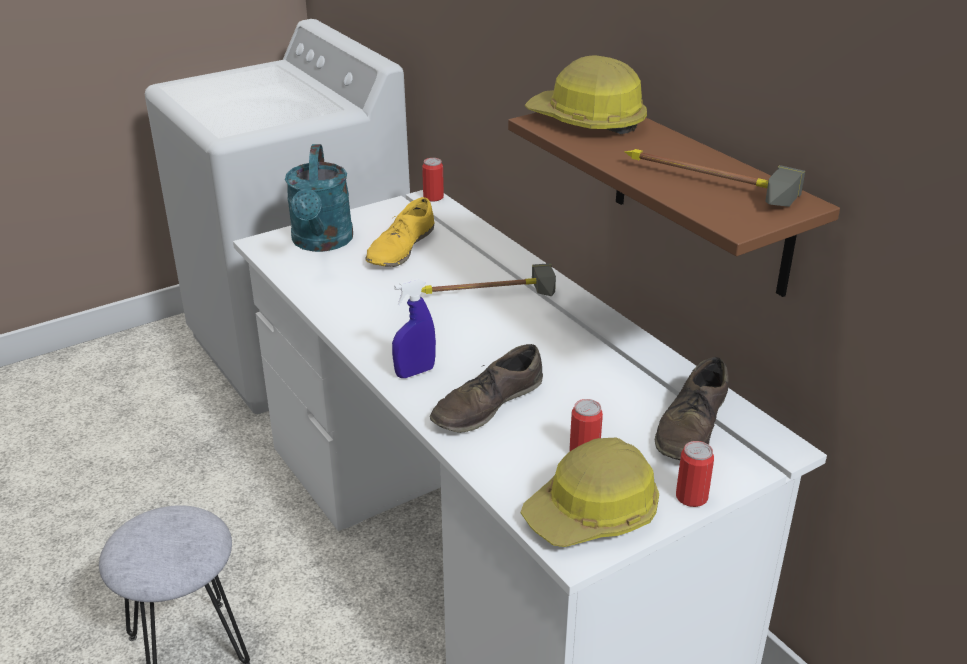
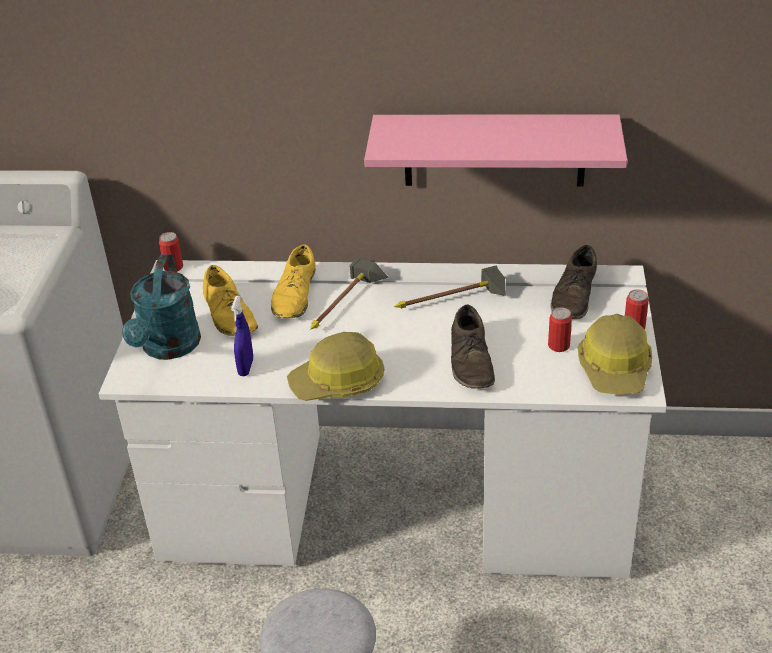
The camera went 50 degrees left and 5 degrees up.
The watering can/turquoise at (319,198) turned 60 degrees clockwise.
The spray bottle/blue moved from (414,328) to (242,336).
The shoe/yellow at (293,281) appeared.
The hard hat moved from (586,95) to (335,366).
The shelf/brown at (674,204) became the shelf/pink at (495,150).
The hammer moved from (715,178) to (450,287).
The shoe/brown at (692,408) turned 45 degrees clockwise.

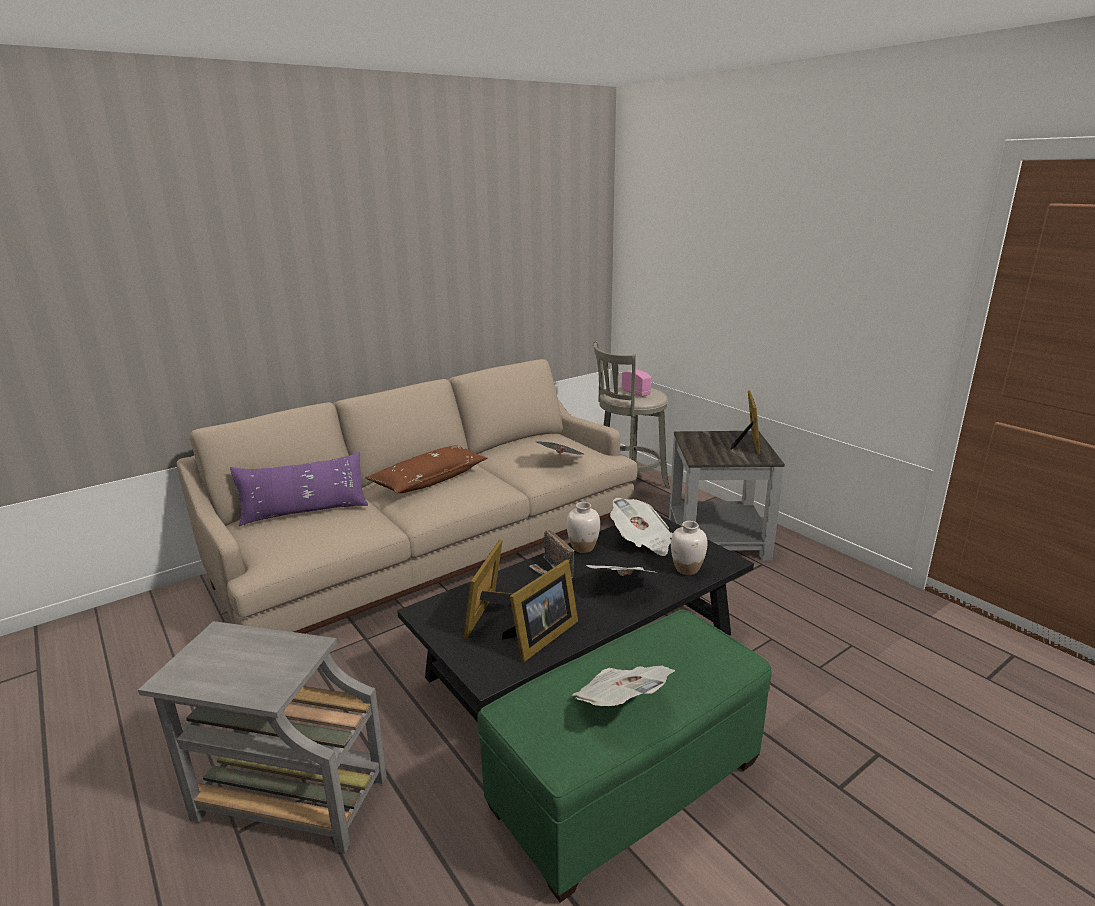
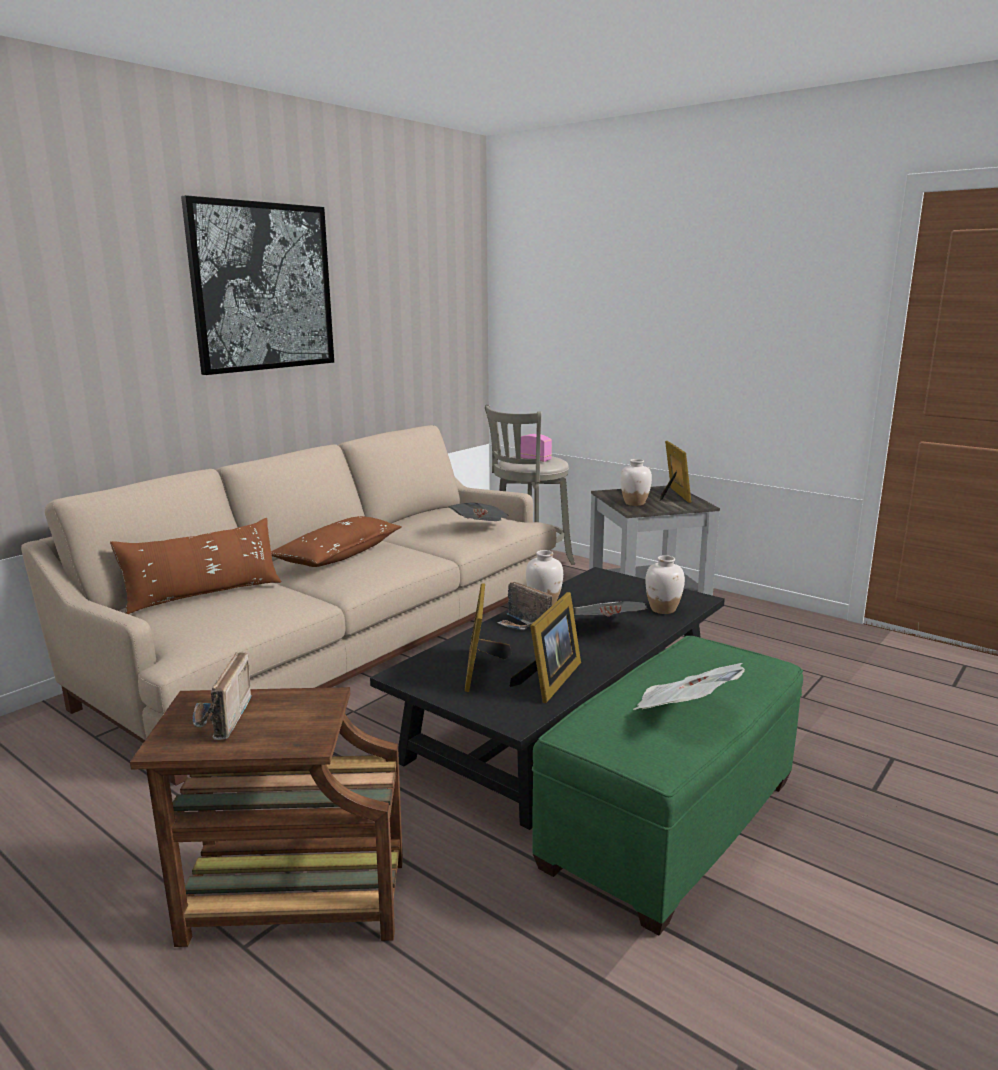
The camera went 15 degrees left and 5 degrees down.
The pillow/purple at (299,488) became the pillow/brown at (195,566).
The side table/grey at (262,737) became the side table/brown at (266,817).
The picture at (257,285) appeared.
The radio at (222,695) appeared.
The vase/white at (636,482) appeared.
The newspaper at (641,527) disappeared.

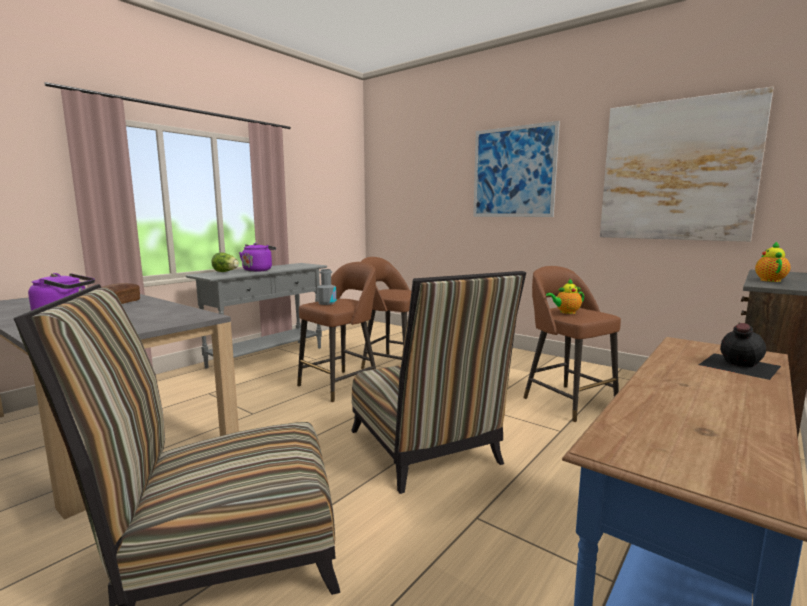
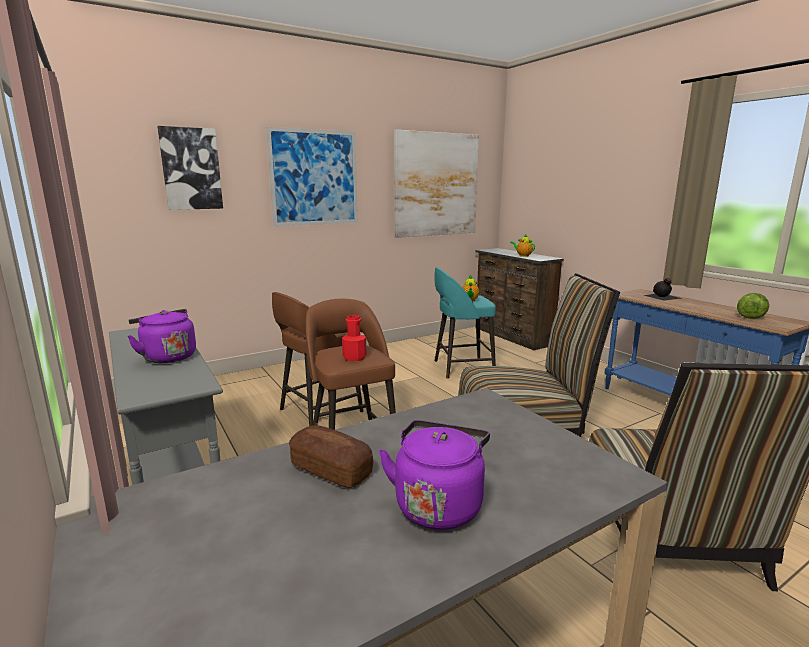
The camera went 70 degrees left and 5 degrees up.
The picture at (190,168) appeared.
The bottle/grey at (326,287) became the bottle/red at (354,338).
The stool/brown at (572,344) became the stool/turquoise at (465,323).
The lettuce moved from (225,262) to (753,306).

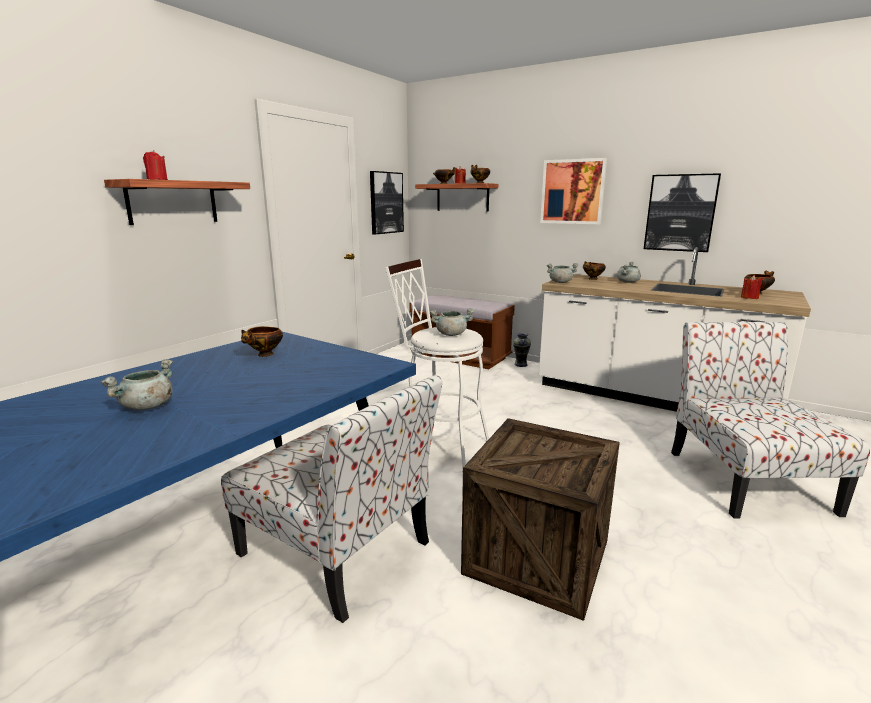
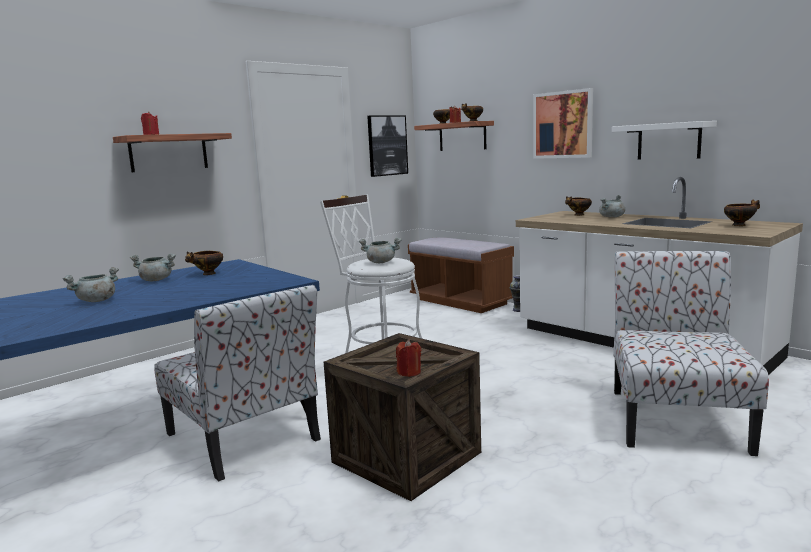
The camera went 15 degrees right and 5 degrees down.
The cooking pot/grey moved from (563,273) to (153,267).
The candle/red moved from (752,287) to (408,358).
The picture at (682,212) was replaced by the shelf/white at (664,140).

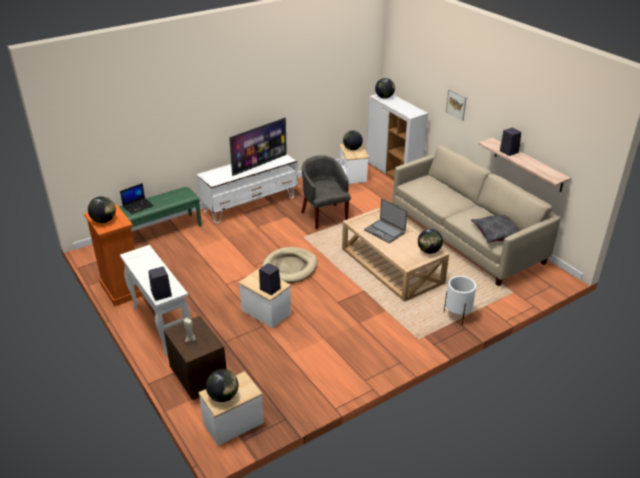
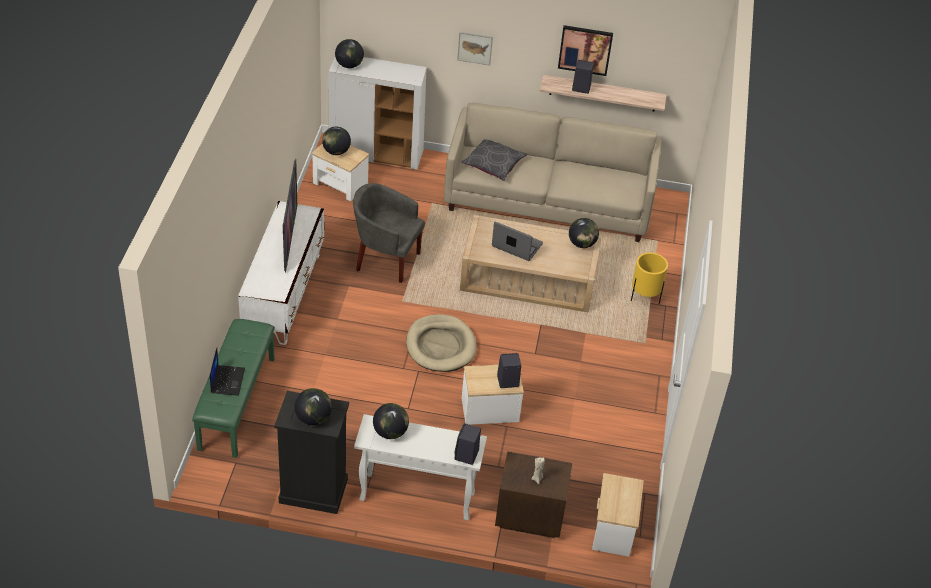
The camera went 50 degrees left and 10 degrees up.
The dresser/orange at (114,255) became the dresser/black at (311,452).
The globe moved from (222,385) to (391,421).
The pillow/grey moved from (495,229) to (494,160).
The laptop at (385,221) turned 150 degrees counterclockwise.
The picture at (585,50) appeared.
The planter/white at (460,300) became the planter/yellow at (649,278).

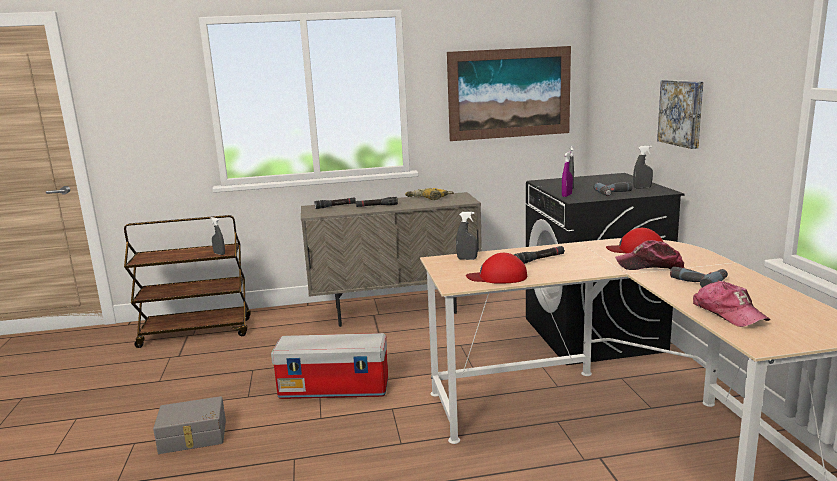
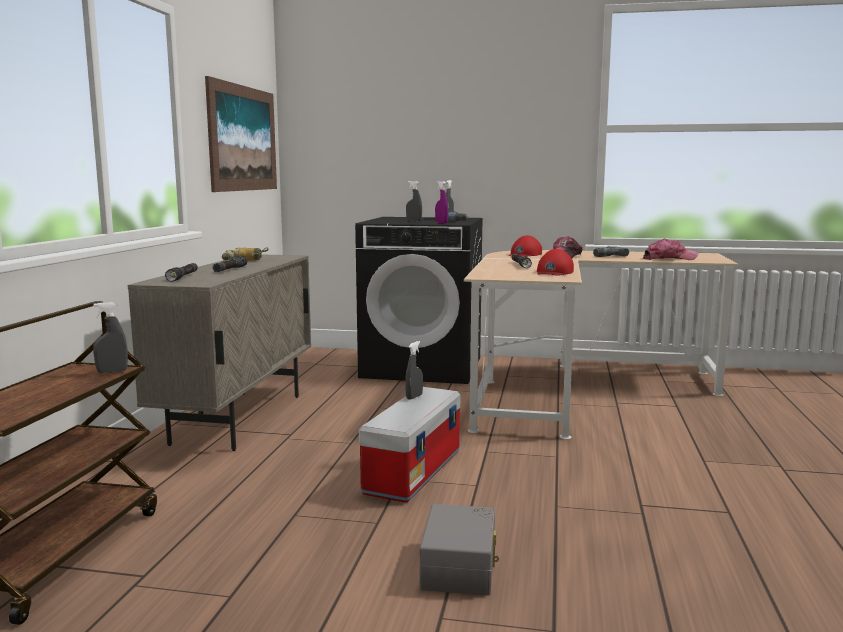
The camera went 70 degrees left and 5 degrees down.
The spray bottle/grey moved from (467,236) to (414,370).
The picture at (680,114) disappeared.

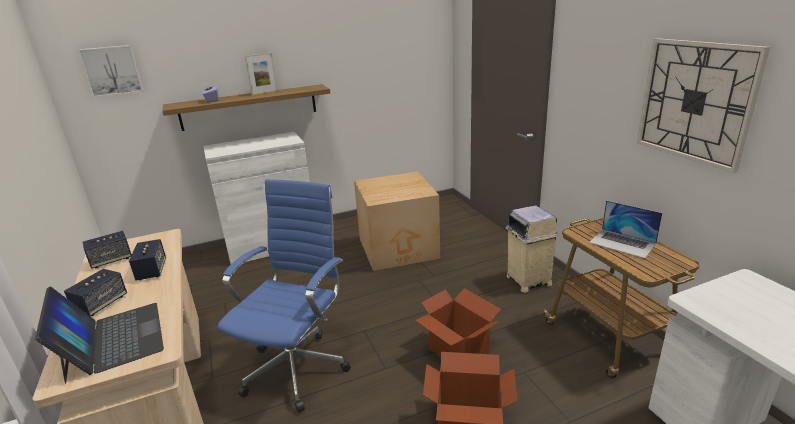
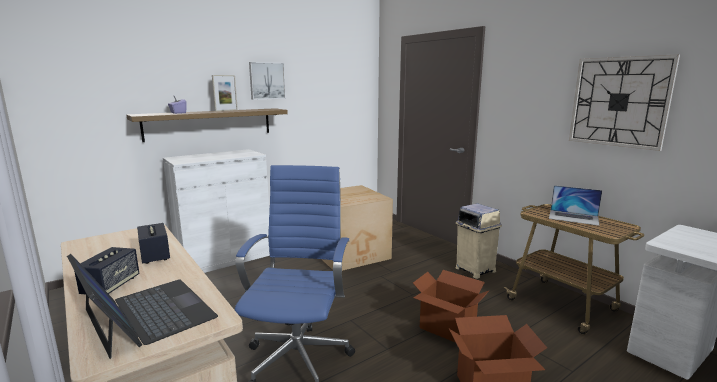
The camera went 15 degrees left and 10 degrees down.
The picture moved from (110,71) to (267,80).
The speaker at (107,250) disappeared.

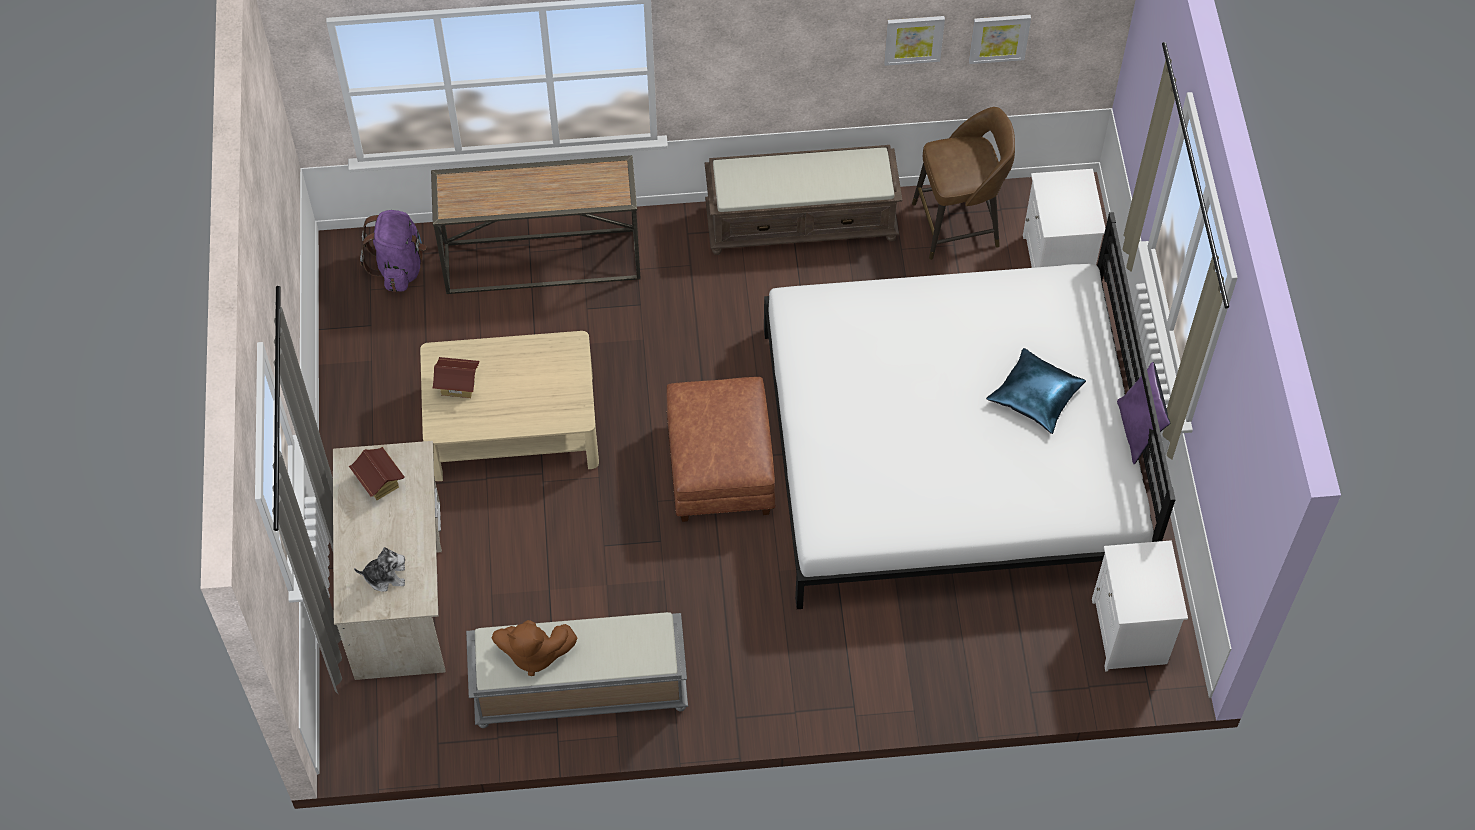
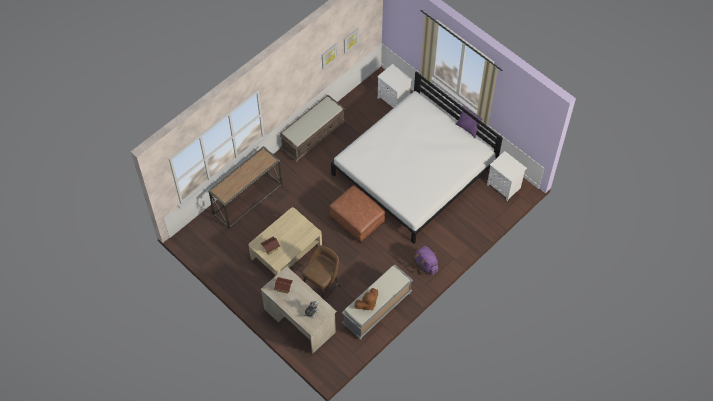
The camera went 40 degrees left and 0 degrees up.
The stool/brown moved from (963,183) to (321,272).
The backpack/purple moved from (393,251) to (425,260).
The pillow/blue at (1036,391) disappeared.

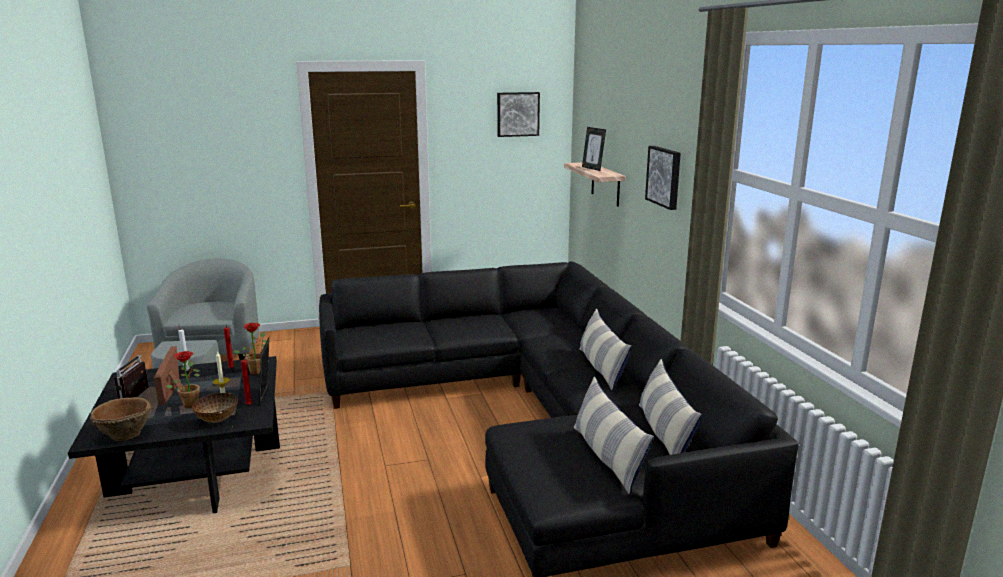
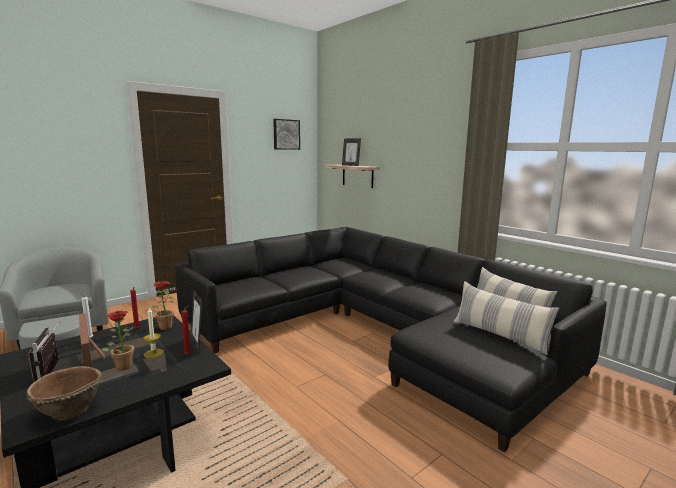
The camera went 25 degrees left and 5 degrees down.
The bowl at (215,408) disappeared.
The pillow at (606,349) disappeared.
The picture at (663,178) disappeared.

